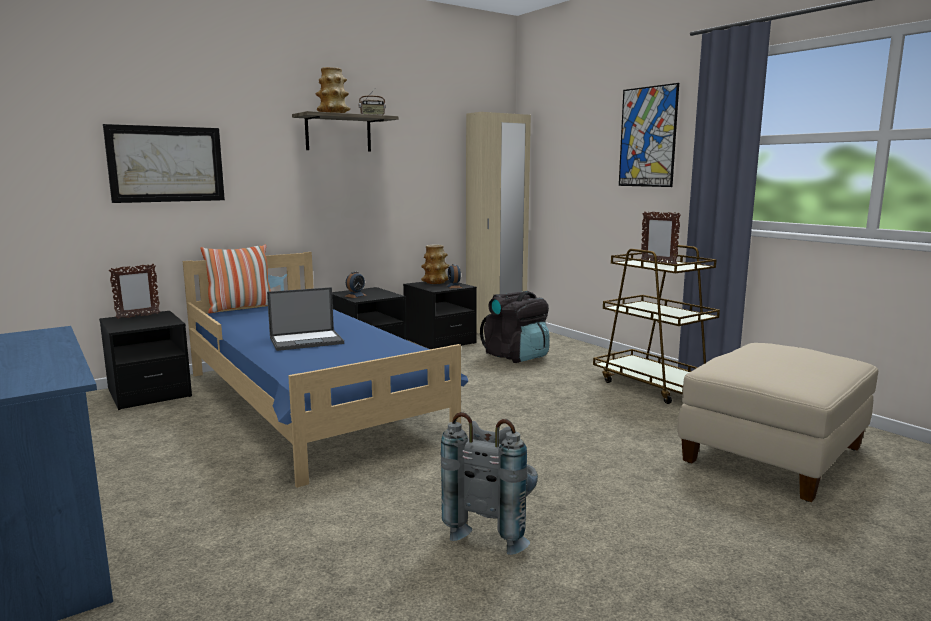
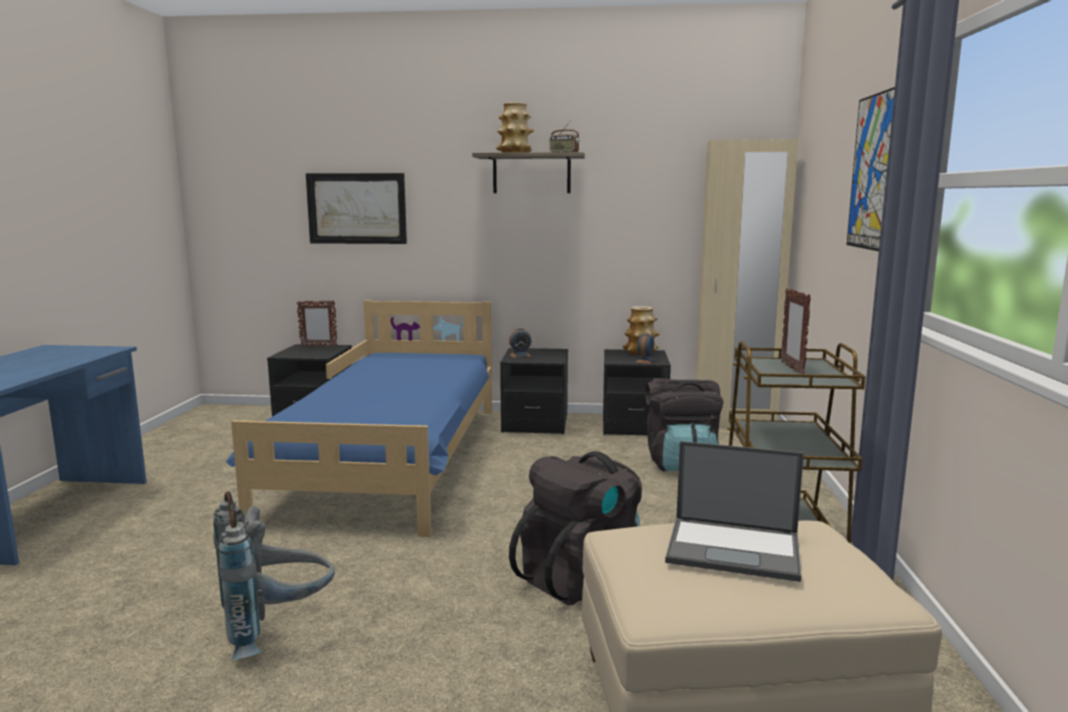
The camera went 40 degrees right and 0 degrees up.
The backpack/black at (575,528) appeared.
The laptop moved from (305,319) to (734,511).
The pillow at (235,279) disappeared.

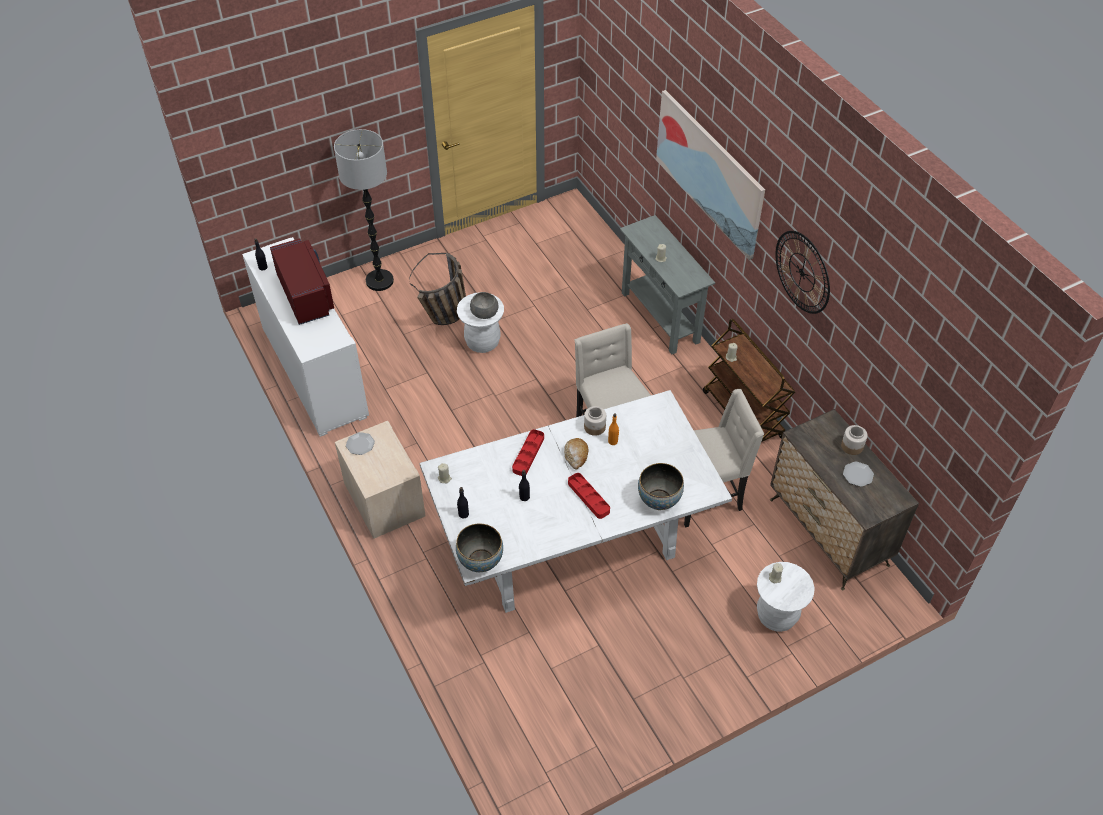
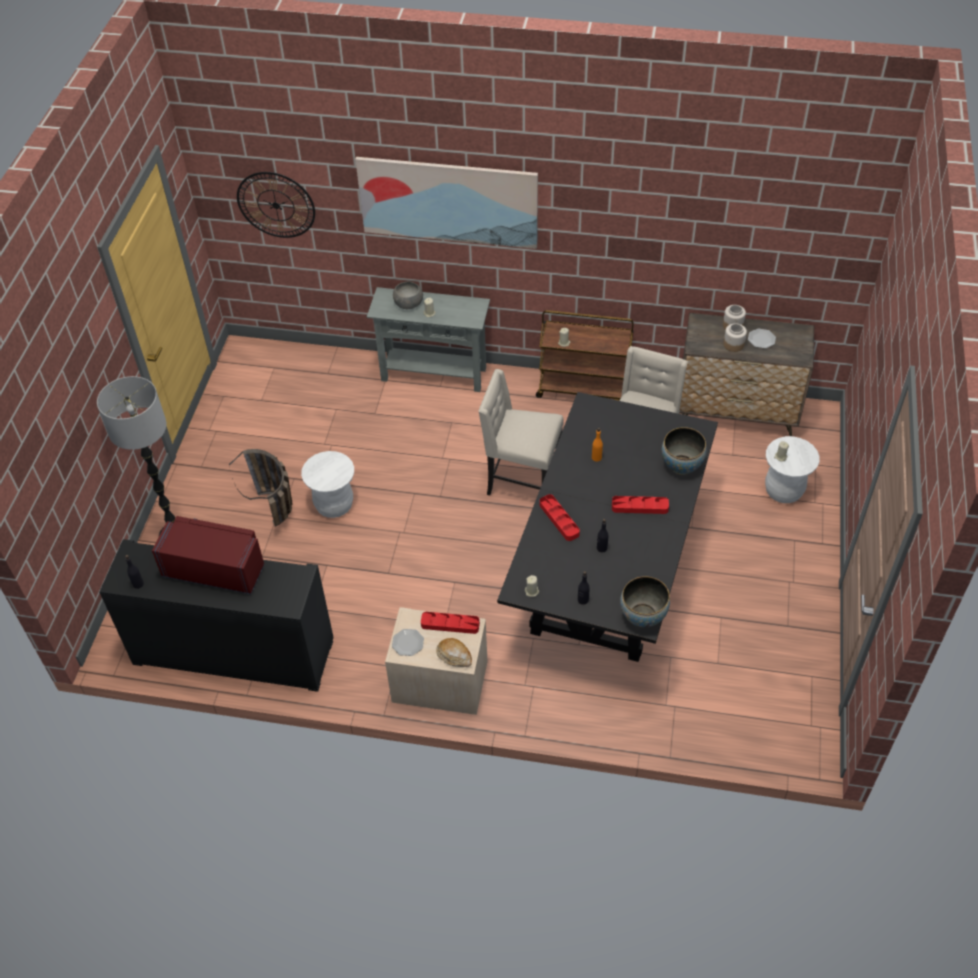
The camera went 50 degrees left and 0 degrees up.
The cabinet/white at (305,337) became the cabinet/black at (216,615).
The wall clock moved from (803,272) to (276,205).
The bowl/grey moved from (484,305) to (408,295).
The tray/red at (450,623) appeared.
The bread moved from (576,454) to (454,652).
The dining table/white at (575,501) became the dining table/black at (607,527).
The jar moved from (595,421) to (735,337).

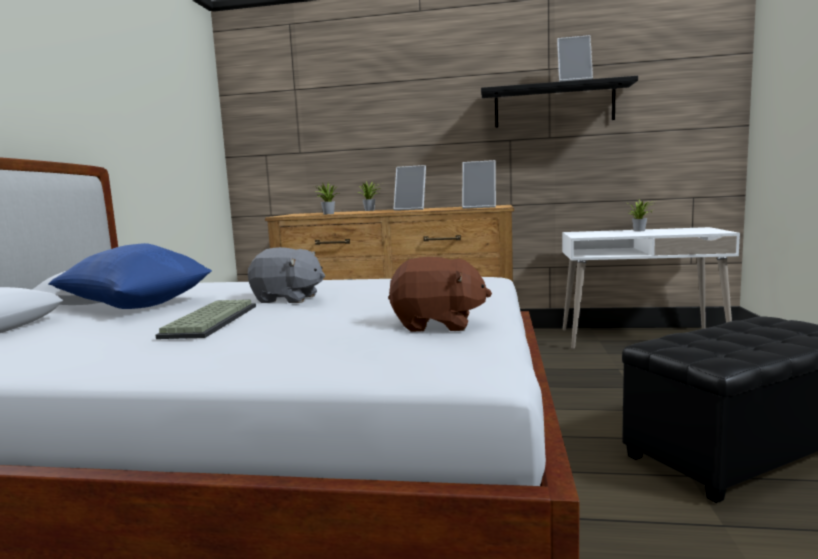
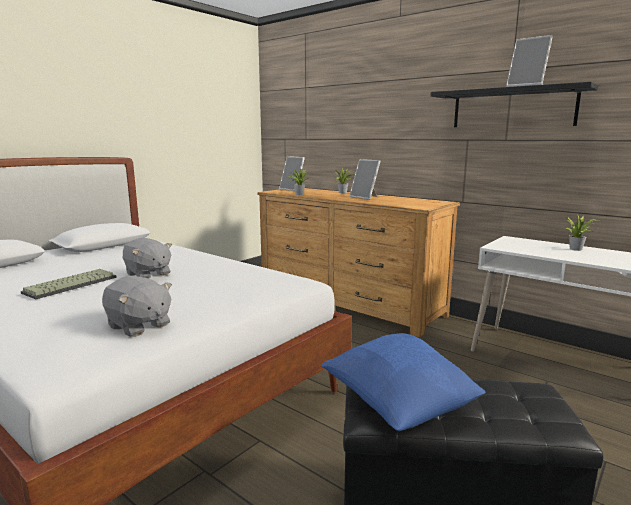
The camera went 30 degrees right and 5 degrees up.
The plush toy/brown at (440,294) became the plush toy/grey at (137,306).
The picture frame moved from (479,184) to (292,173).
The pillow/blue moved from (130,276) to (403,382).

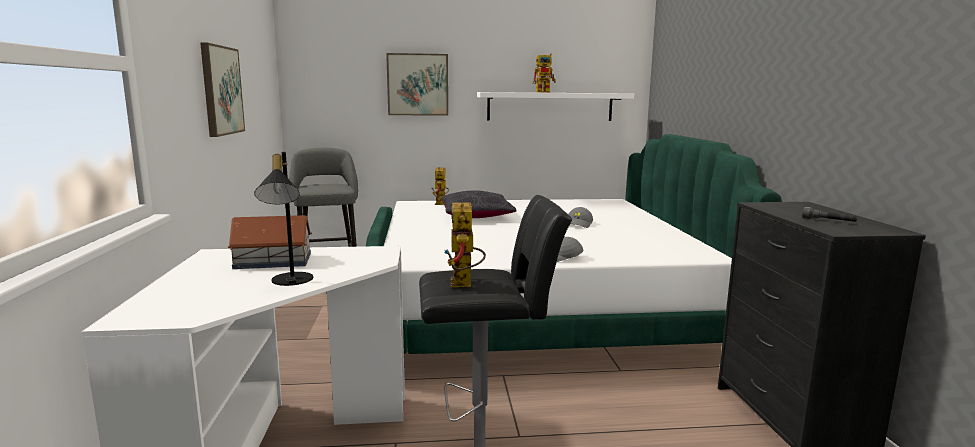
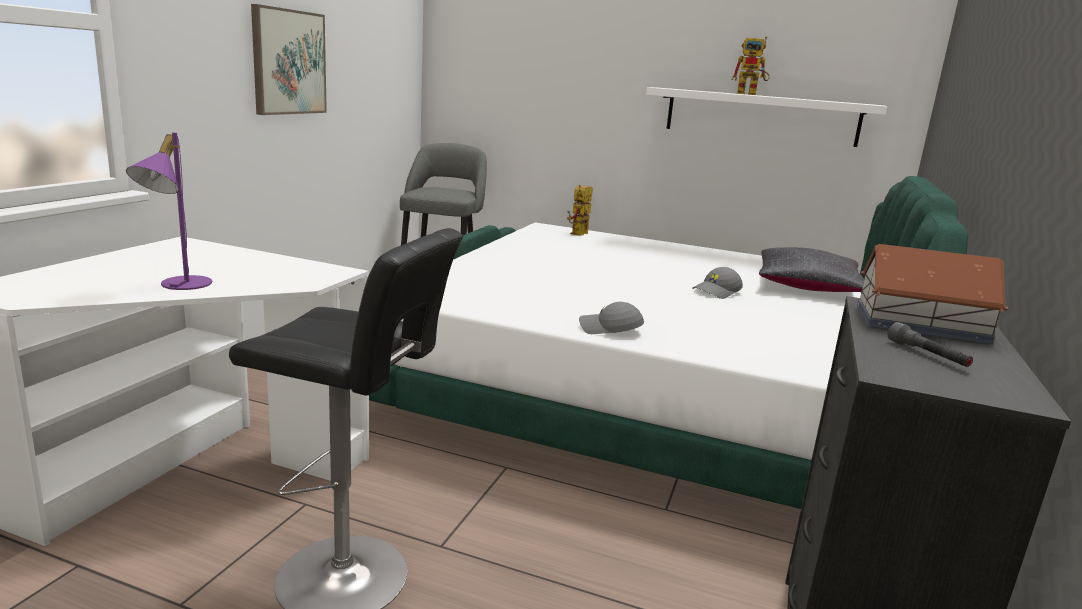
The camera went 25 degrees right and 5 degrees up.
The table lamp/black at (283,219) became the table lamp/purple at (169,211).
The pillow/black moved from (479,204) to (811,269).
The toy house moved from (270,242) to (932,294).
The picture at (417,84) disappeared.
The toy robot at (465,245) disappeared.

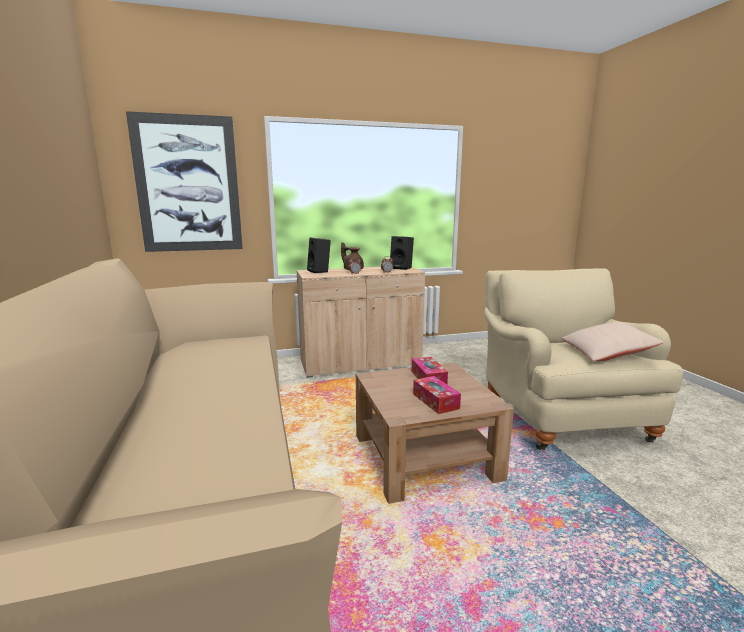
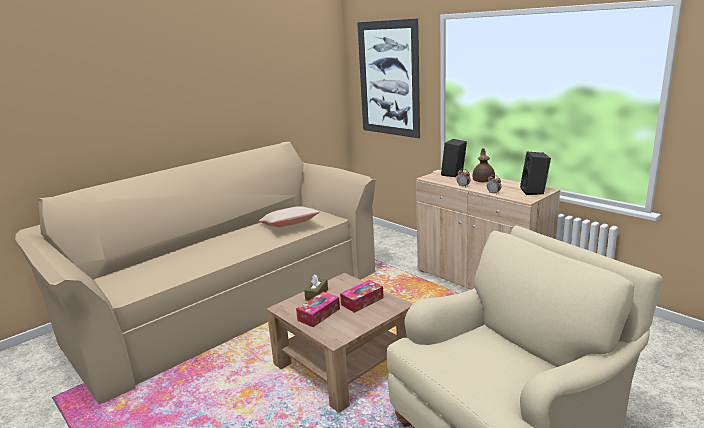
The camera went 65 degrees right and 5 degrees up.
The pillow/beige moved from (612,341) to (289,216).
The tissue box/brown at (316,288) appeared.

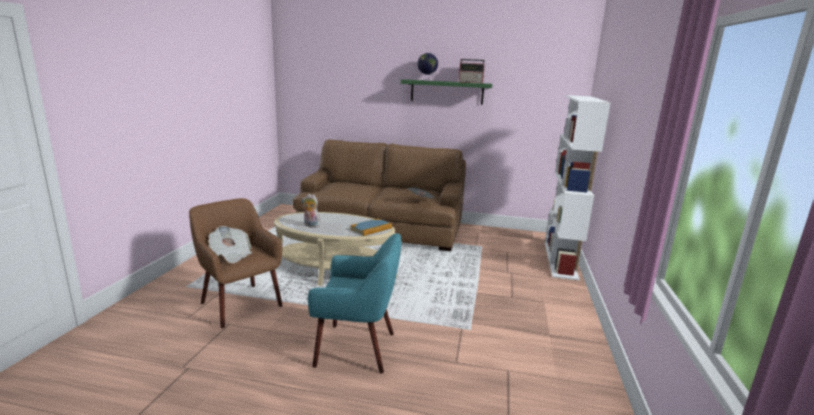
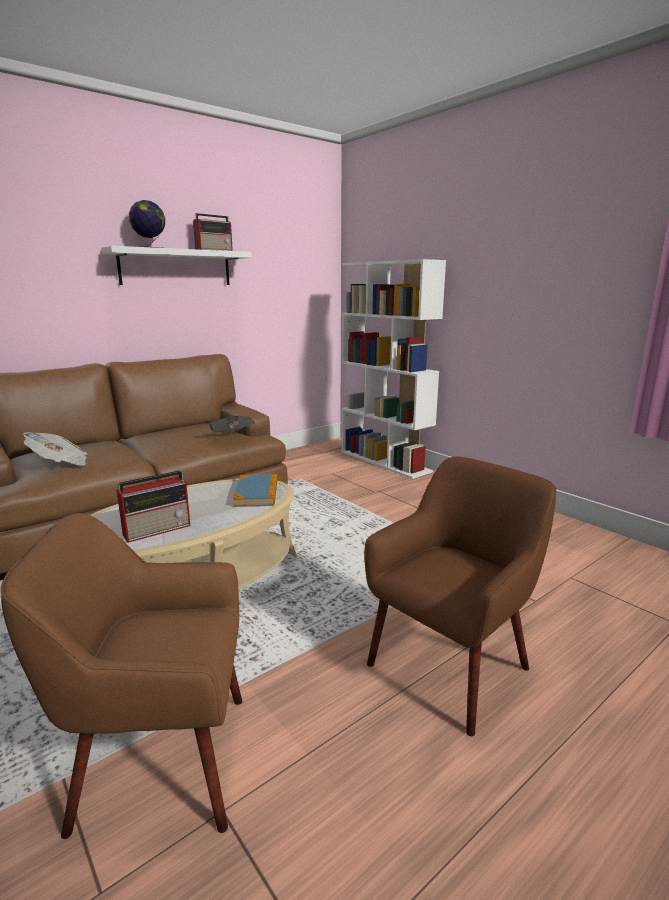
The camera went 50 degrees left and 0 degrees up.
The newspaper moved from (230,244) to (55,449).
The shelf/green at (446,92) became the shelf/white at (176,265).
The plush toy at (311,211) was replaced by the radio at (153,506).
The armchair/turquoise at (354,303) became the armchair/brown at (460,596).

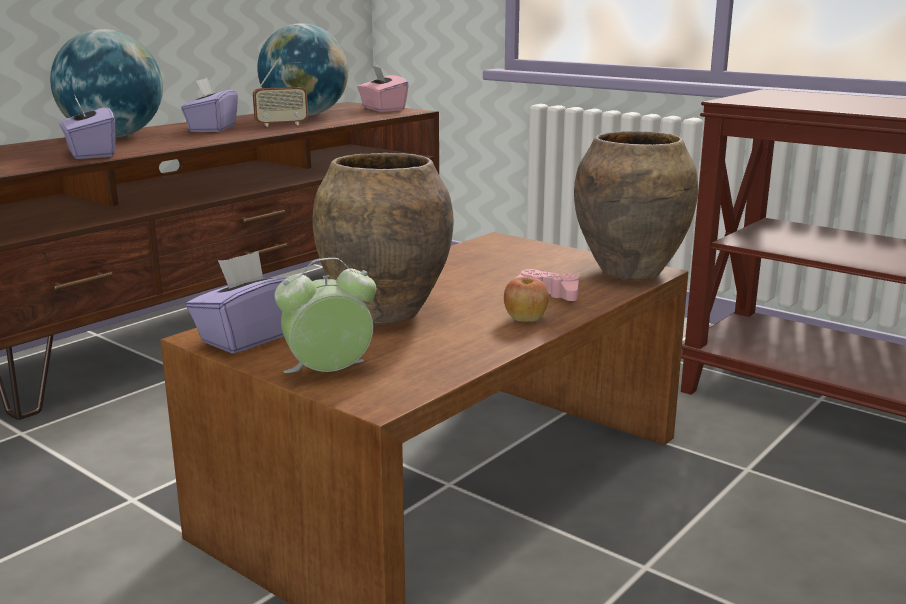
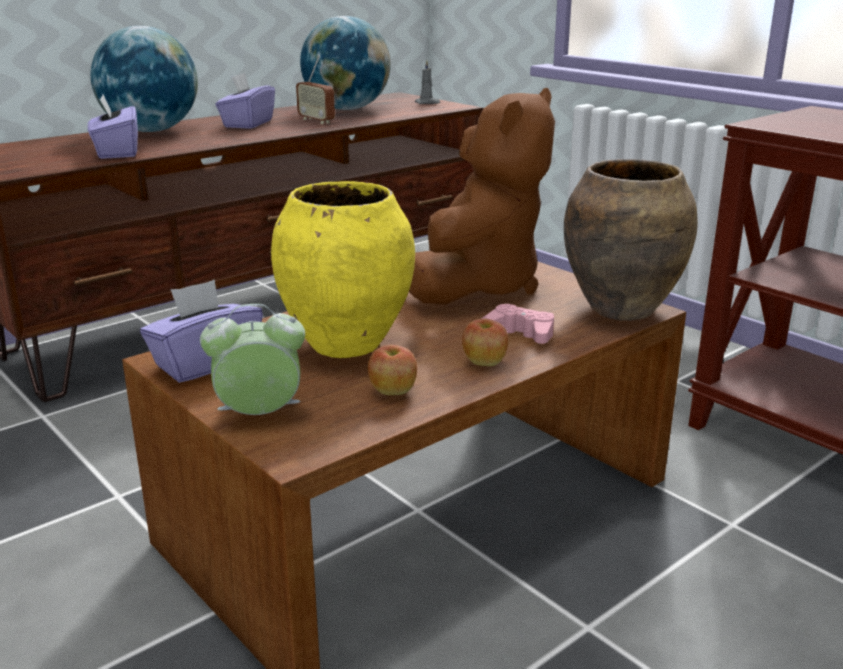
The camera went 10 degrees right and 5 degrees up.
The vase/brown at (383,238) became the vase/yellow at (343,269).
The radio at (280,93) turned 60 degrees clockwise.
The apple at (392,370) appeared.
The plush toy/brown at (482,196) appeared.
The tissue box/pink at (383,89) was replaced by the candle/grey at (427,82).

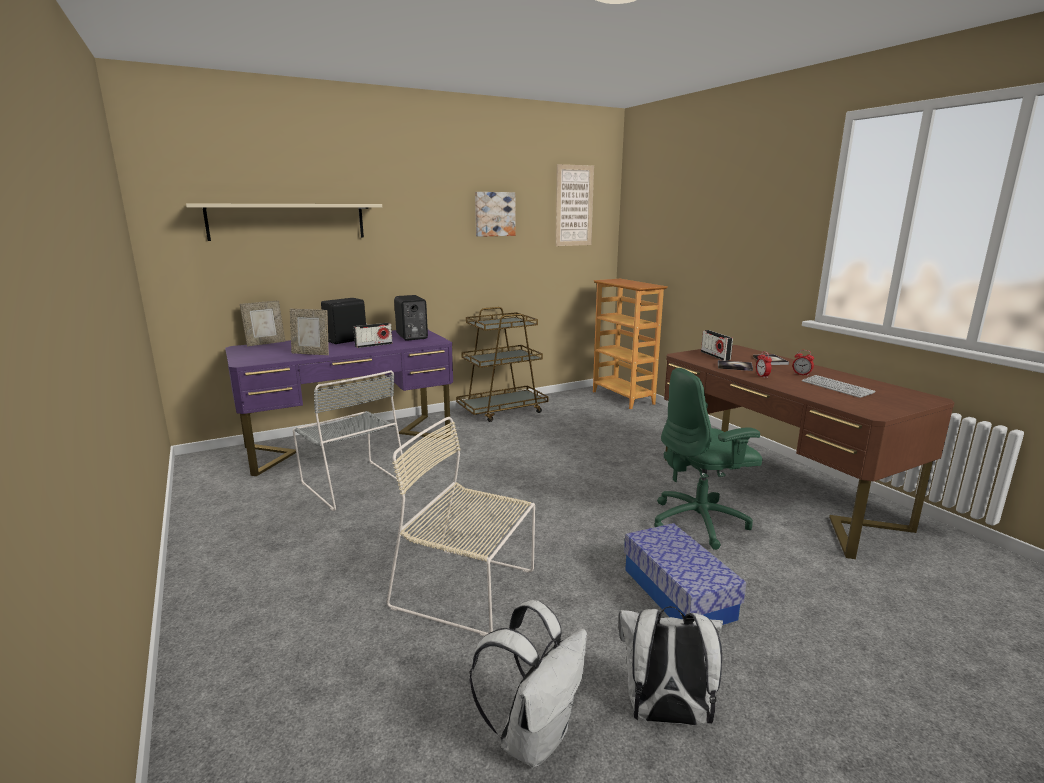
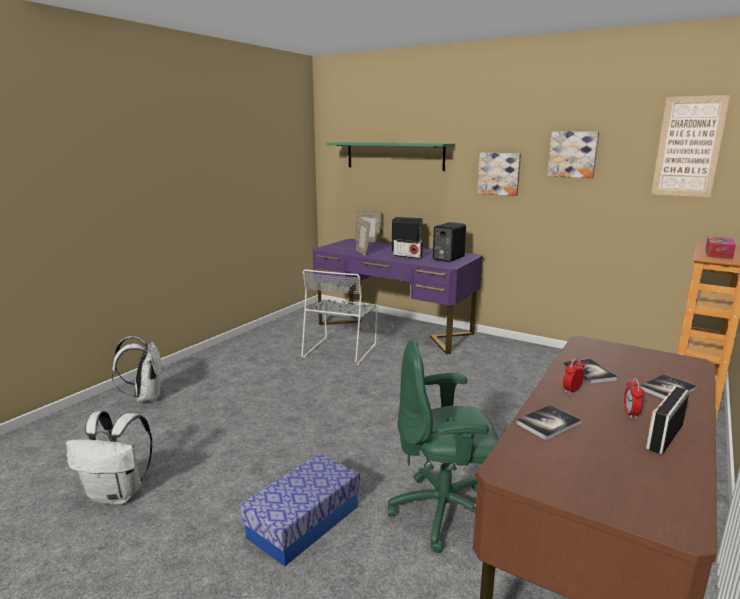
The camera went 60 degrees right and 0 degrees up.
The backpack/white moved from (671,665) to (138,369).
The shelf/beige at (284,222) became the shelf/green at (390,156).
The office chair/green at (708,459) turned 45 degrees counterclockwise.
The picture at (499,174) appeared.
The book at (548,423) appeared.
The radio moved from (717,345) to (667,420).
The tissue box at (720,247) appeared.
The chair/beige at (460,526) disappeared.
The cart/brown at (502,364) disappeared.
The keyboard at (838,386) disappeared.

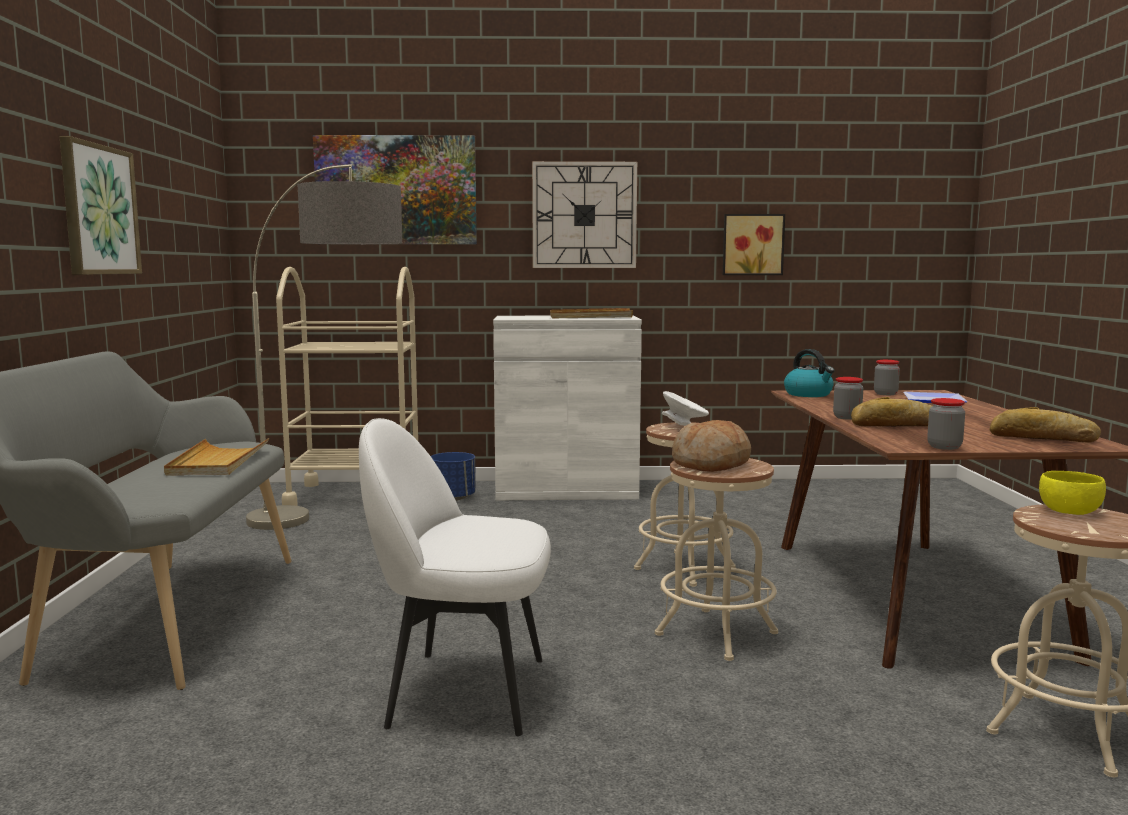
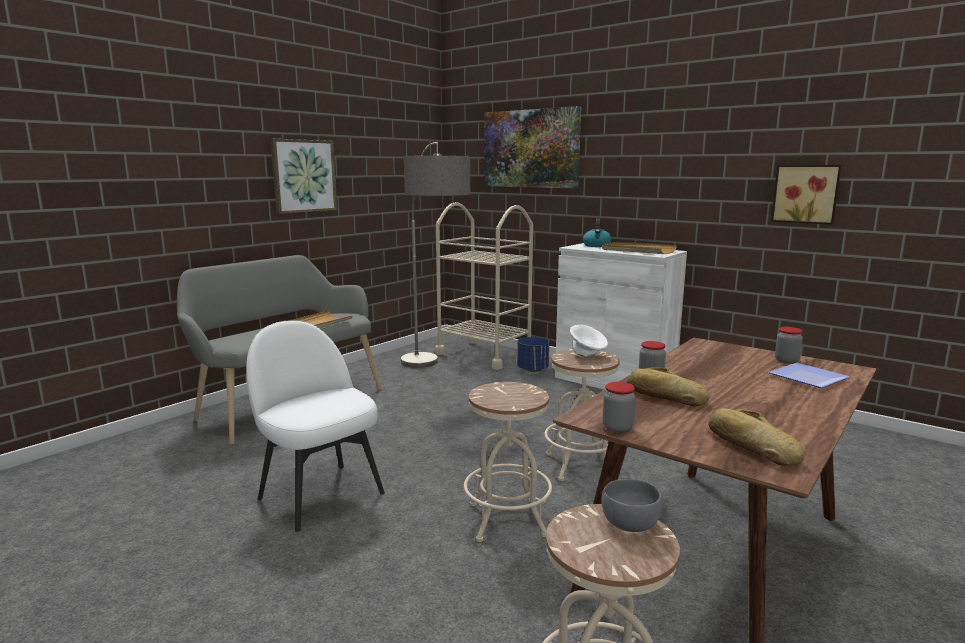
The camera went 40 degrees right and 5 degrees up.
The kettle moved from (809,373) to (597,233).
The bowl/yellow at (1072,493) became the bowl/grey at (631,505).
The wall clock at (584,214) disappeared.
The bread at (711,446) disappeared.

